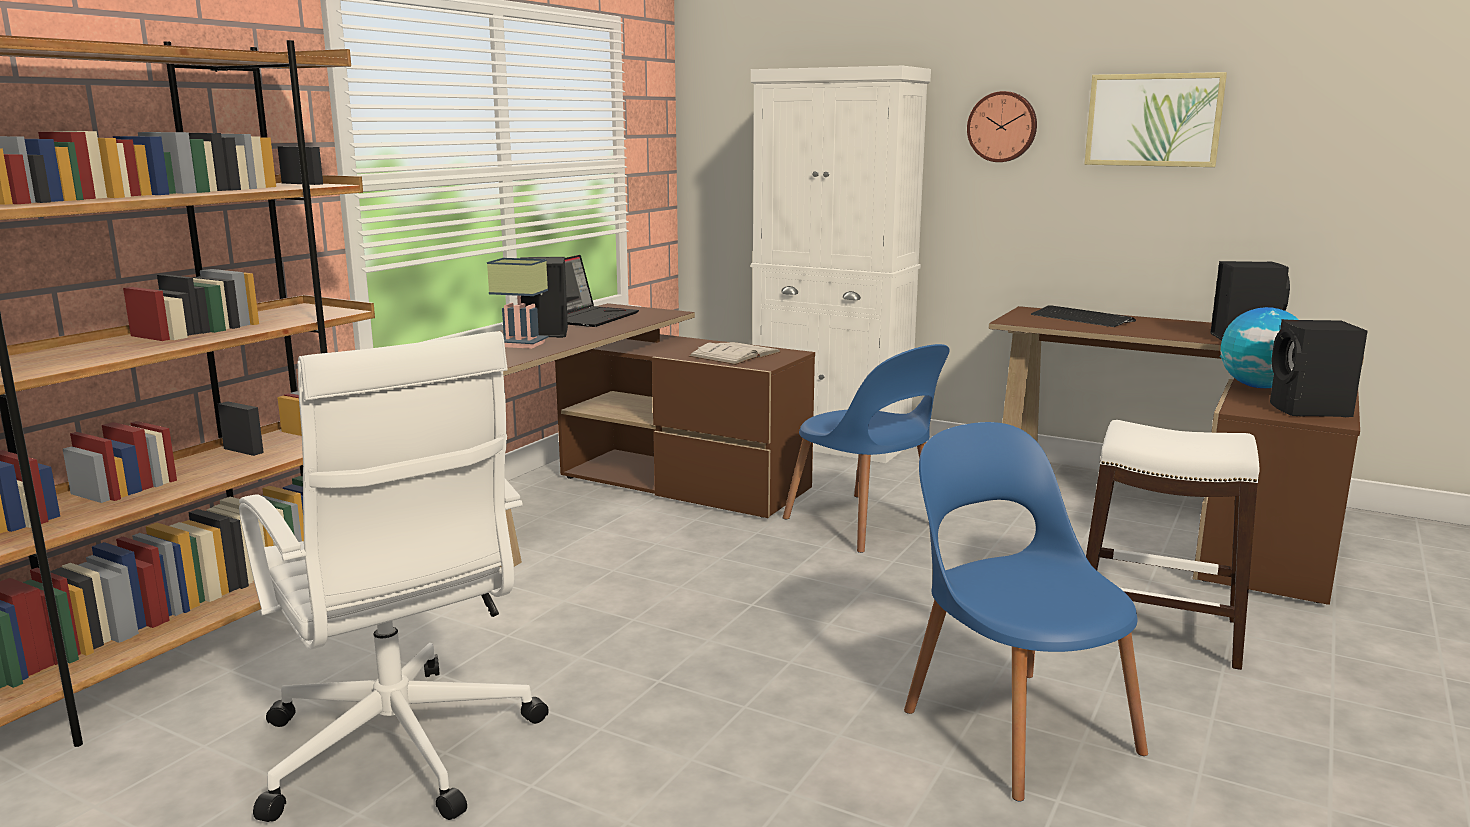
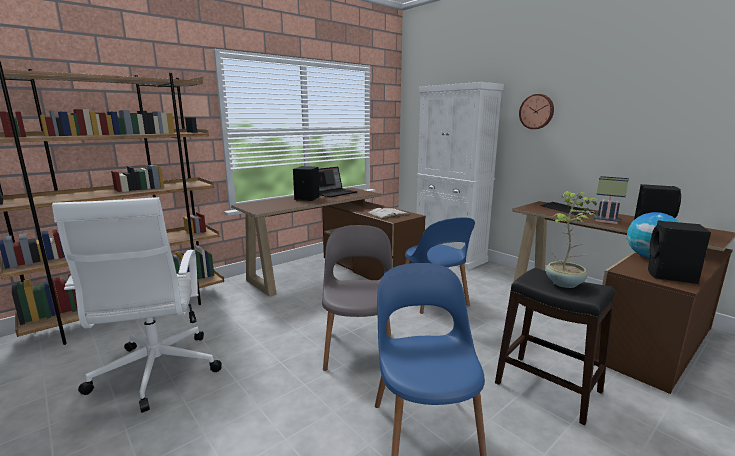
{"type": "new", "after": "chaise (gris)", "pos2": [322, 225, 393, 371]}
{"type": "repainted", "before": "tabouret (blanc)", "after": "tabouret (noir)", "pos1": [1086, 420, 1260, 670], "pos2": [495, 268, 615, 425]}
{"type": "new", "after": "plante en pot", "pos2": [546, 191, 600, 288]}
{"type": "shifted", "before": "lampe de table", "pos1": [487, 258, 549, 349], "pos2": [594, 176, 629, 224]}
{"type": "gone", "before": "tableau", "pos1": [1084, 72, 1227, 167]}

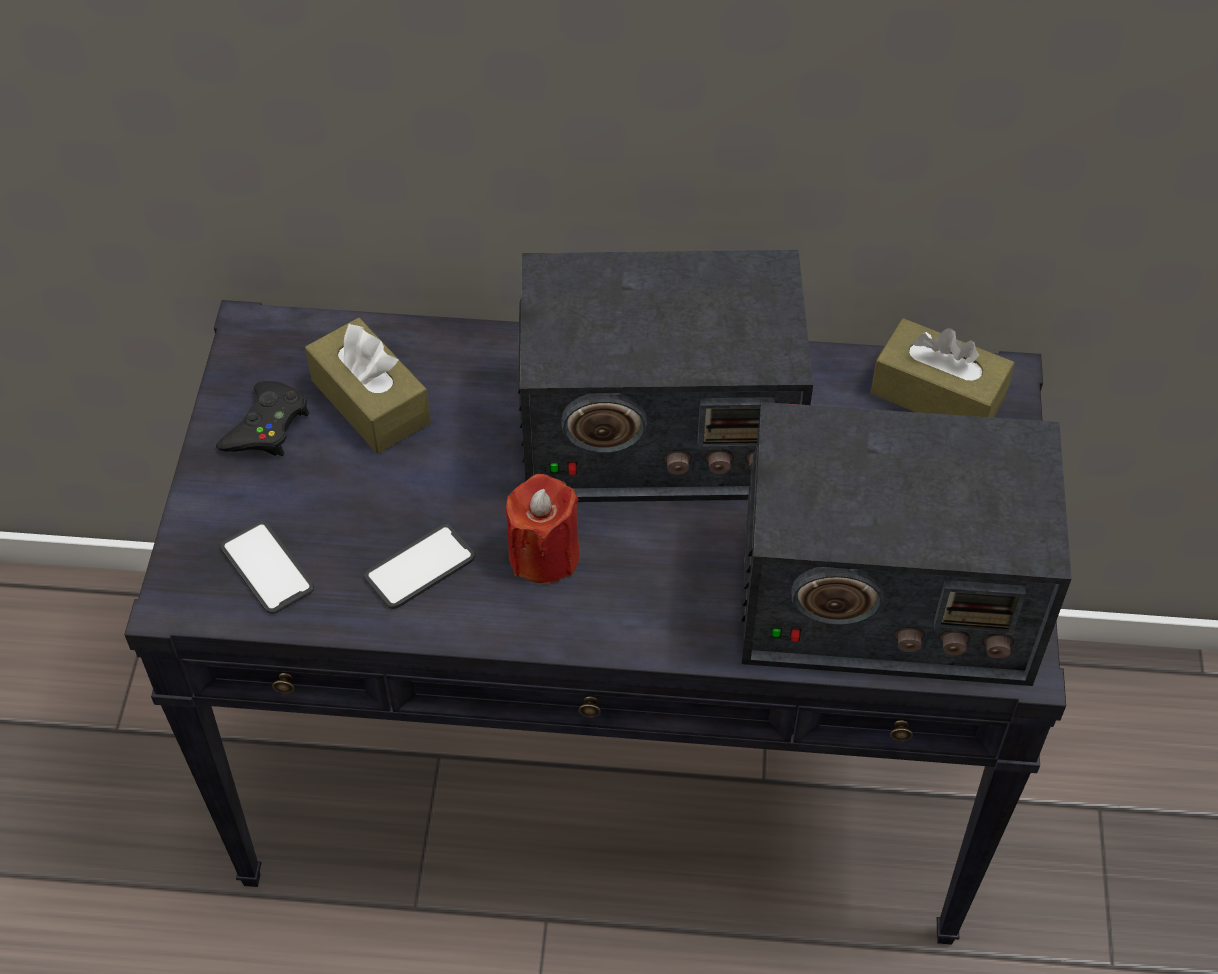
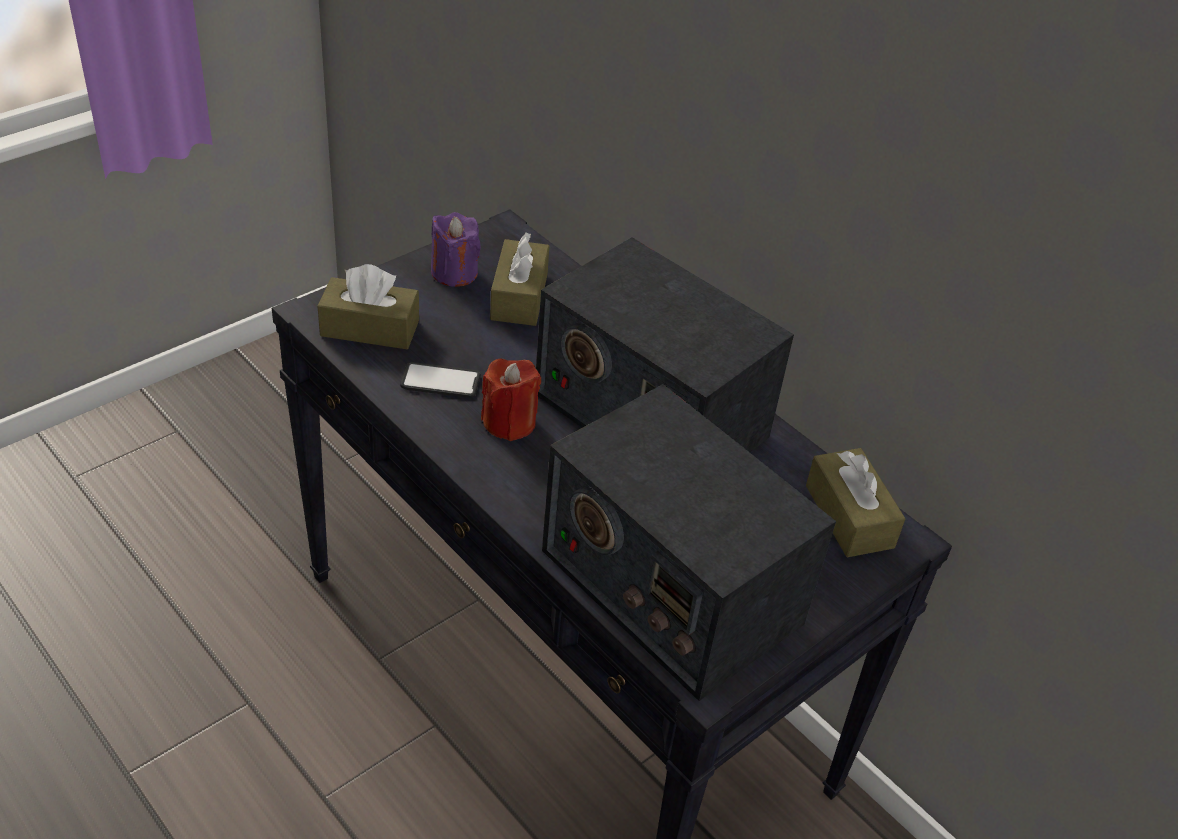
{"type": "swapped", "before": "téléphone", "after": "boîte à mouchoirs (marron)", "pos1": [221, 521, 314, 614], "pos2": [318, 264, 419, 349]}
{"type": "swapped", "before": "manette (noir)", "after": "bougie (violet)", "pos1": [216, 381, 309, 456], "pos2": [431, 212, 481, 287]}

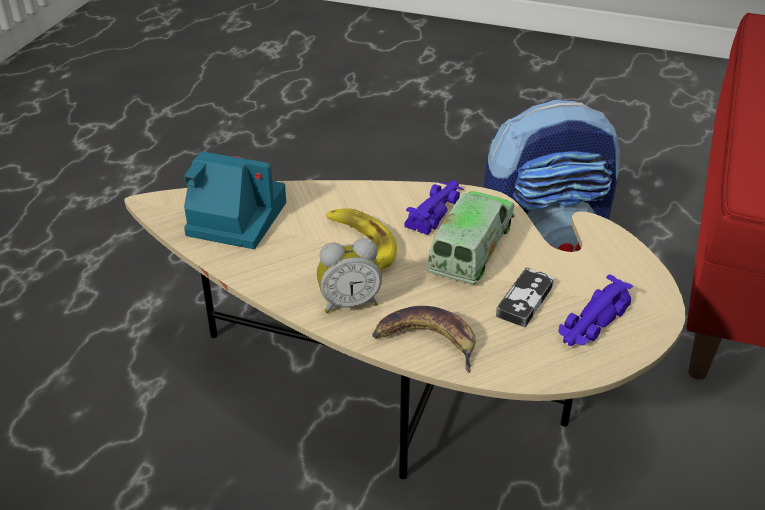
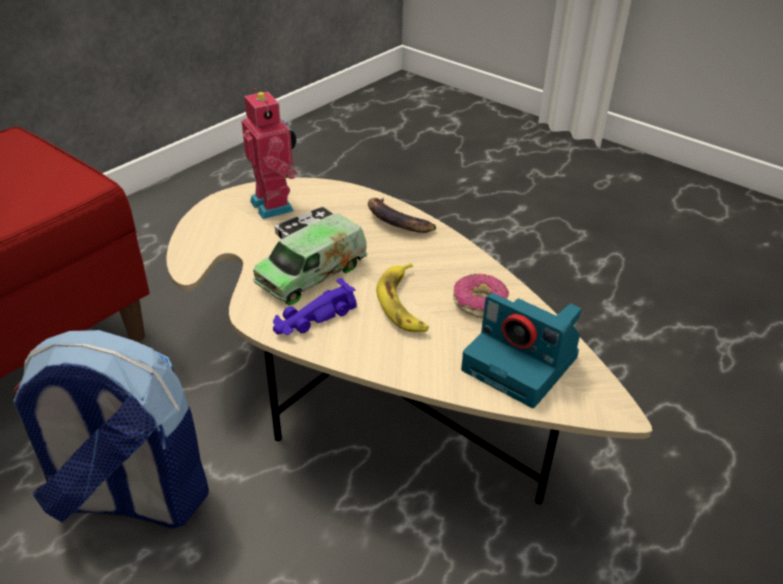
{"type": "swapped", "before": "petite voiture (violet)", "after": "robot jouet", "pos1": [558, 274, 633, 346], "pos2": [241, 88, 297, 219]}
{"type": "new", "after": "beignet", "pos2": [453, 274, 509, 318]}
{"type": "gone", "before": "réveil", "pos1": [317, 238, 382, 313]}

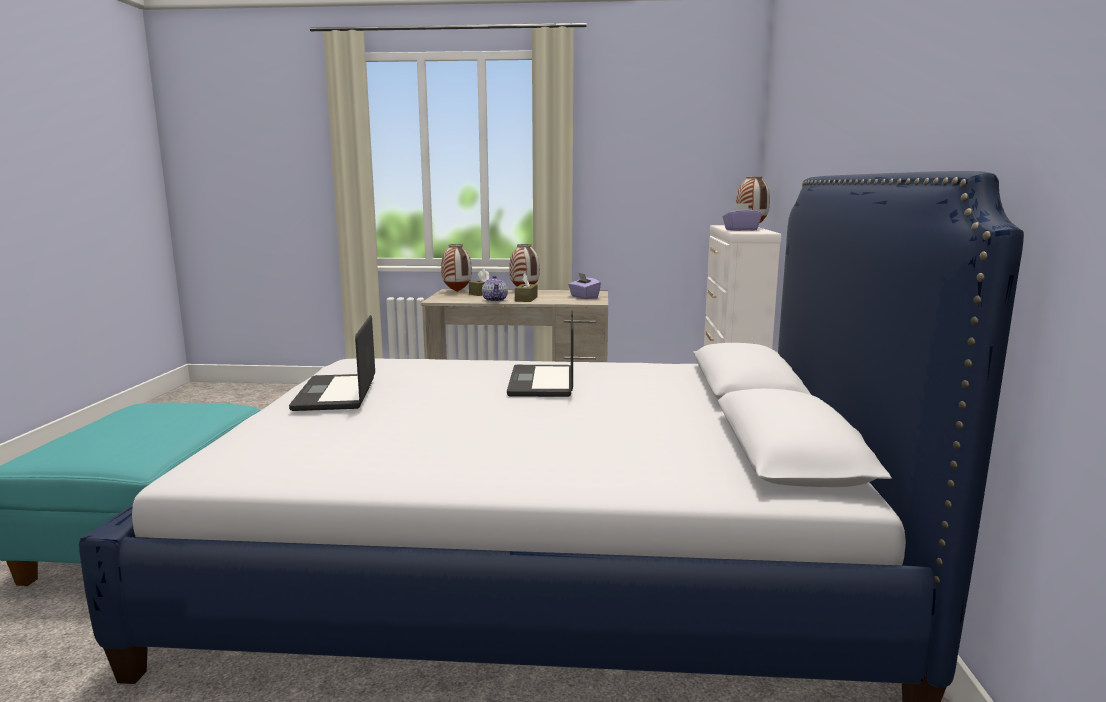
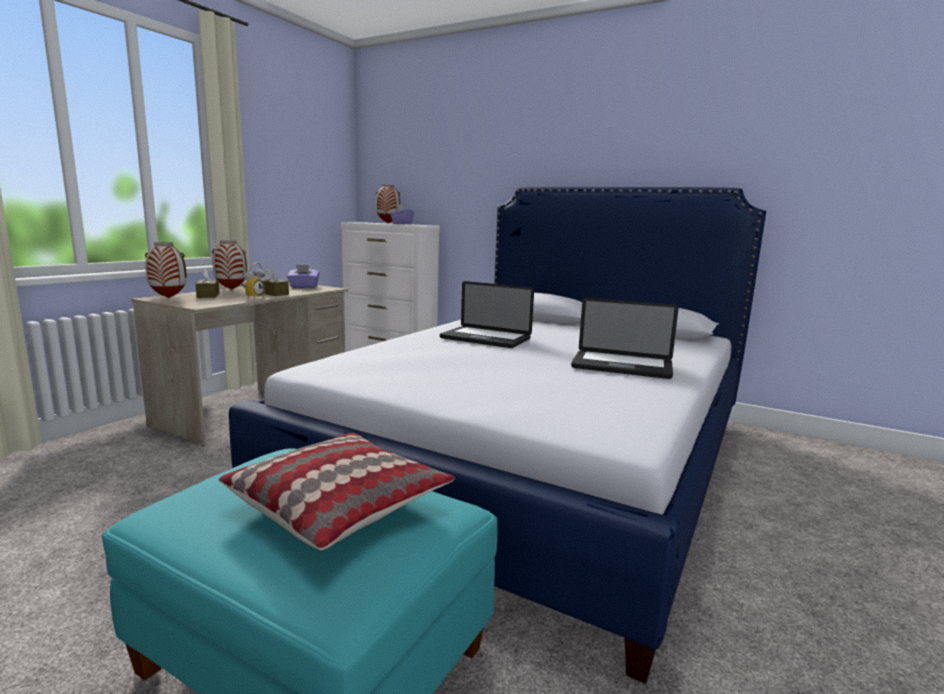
{"type": "new", "after": "coussin", "pos2": [219, 433, 455, 550]}
{"type": "swapped", "before": "théière", "after": "réveil", "pos1": [482, 275, 508, 302], "pos2": [241, 263, 265, 299]}
{"type": "shifted", "before": "ordinateur portable", "pos1": [289, 315, 375, 411], "pos2": [571, 298, 679, 379]}

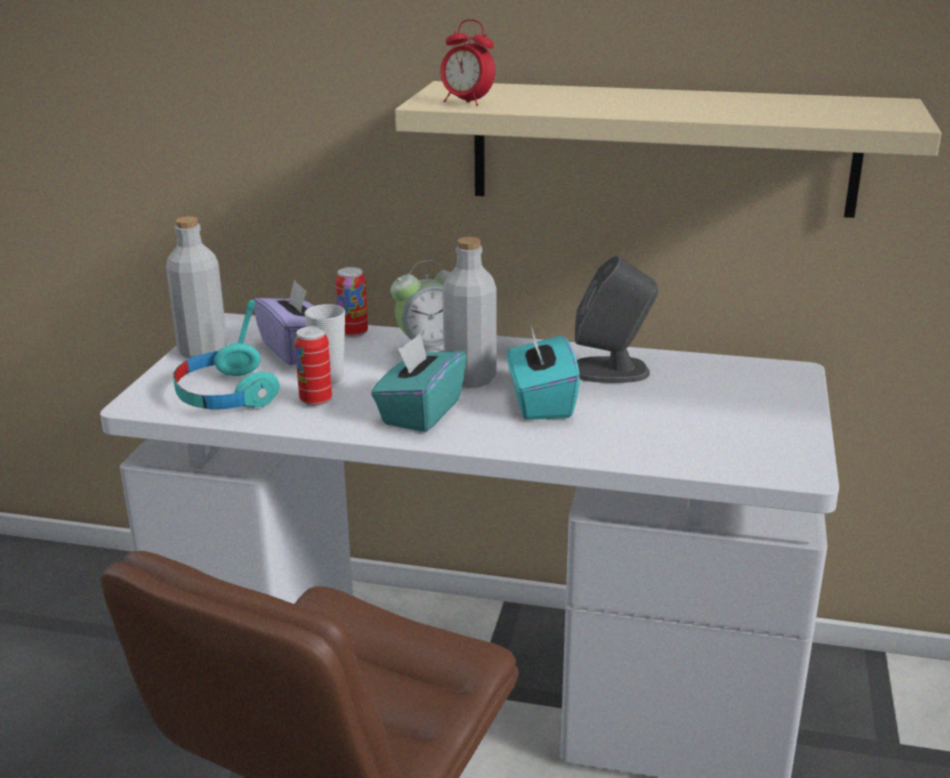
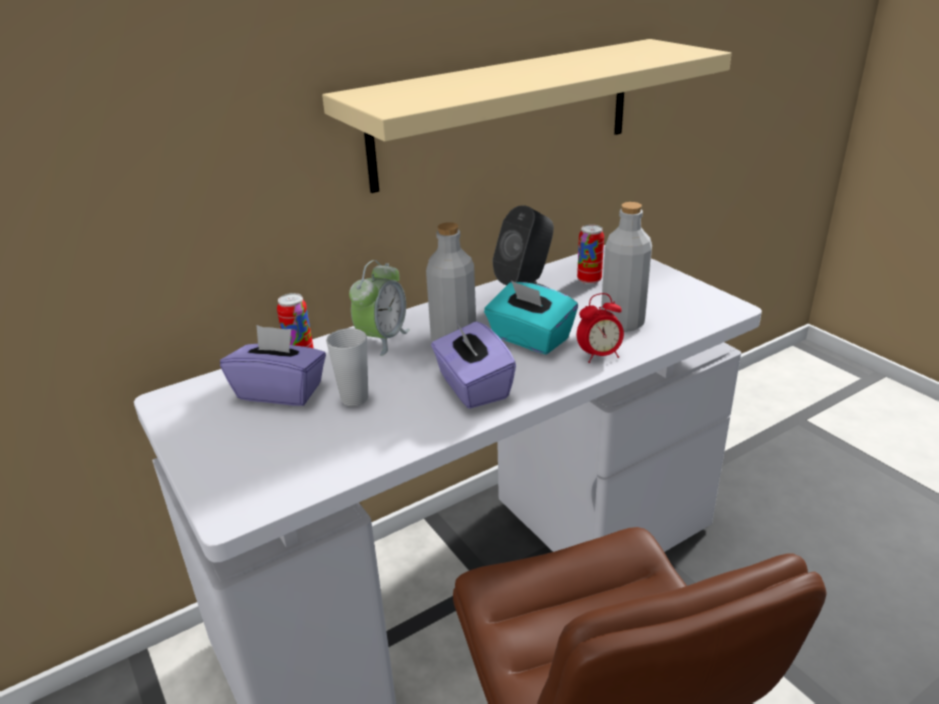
{"type": "repainted", "before": "boîte à mouchoirs (turquoise)", "after": "boîte à mouchoirs (violet)", "pos1": [371, 333, 467, 432], "pos2": [431, 321, 516, 409]}
{"type": "shifted", "before": "boîte métallique", "pos1": [295, 326, 332, 406], "pos2": [577, 224, 604, 284]}
{"type": "shifted", "before": "réveil", "pos1": [441, 19, 495, 106], "pos2": [577, 293, 624, 363]}
{"type": "shifted", "before": "bouteille (gris)", "pos1": [166, 217, 227, 358], "pos2": [601, 202, 652, 332]}
{"type": "gone", "before": "casque audio (turquoise)", "pos1": [173, 300, 280, 409]}

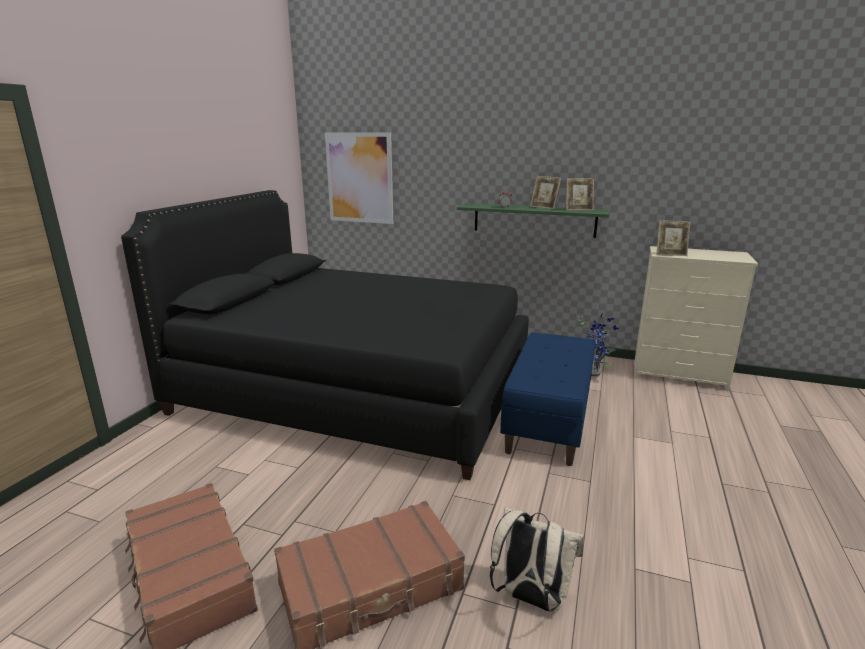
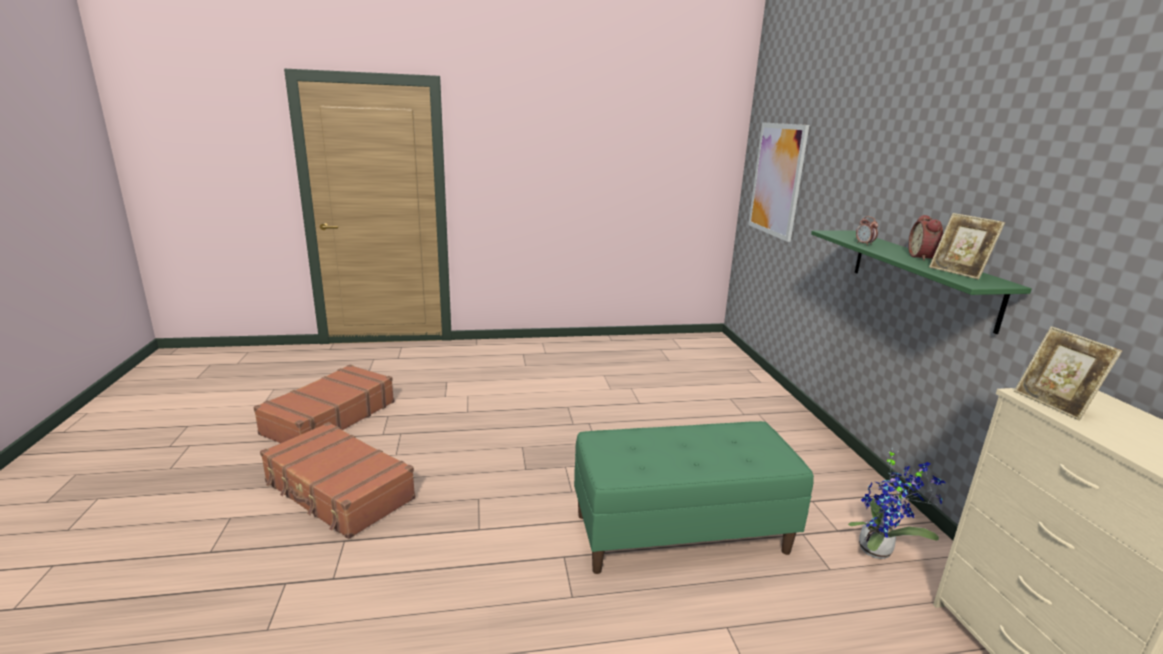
{"type": "repainted", "before": "banc (bleu)", "after": "banc (vert)", "pos1": [500, 332, 595, 466], "pos2": [574, 421, 814, 574]}
{"type": "swapped", "before": "cadre photo", "after": "réveil", "pos1": [530, 176, 561, 209], "pos2": [908, 215, 943, 261]}
{"type": "gone", "before": "lit (noir)", "pos1": [121, 190, 529, 480]}
{"type": "gone", "before": "sac à dos (beige)", "pos1": [490, 507, 584, 613]}

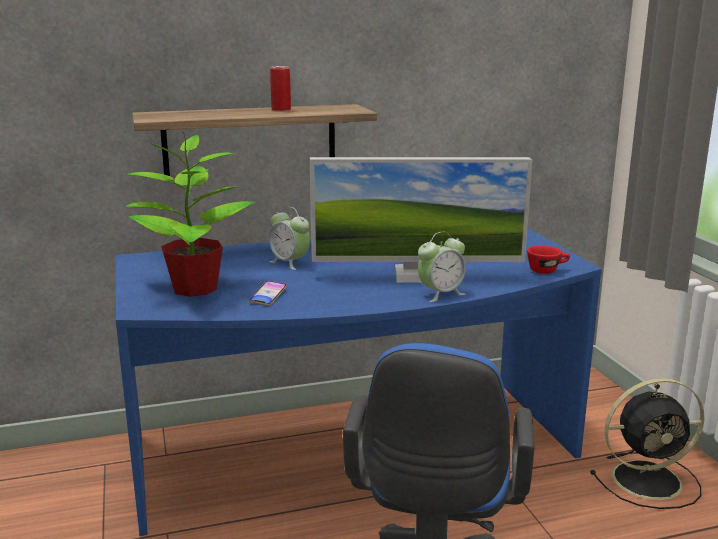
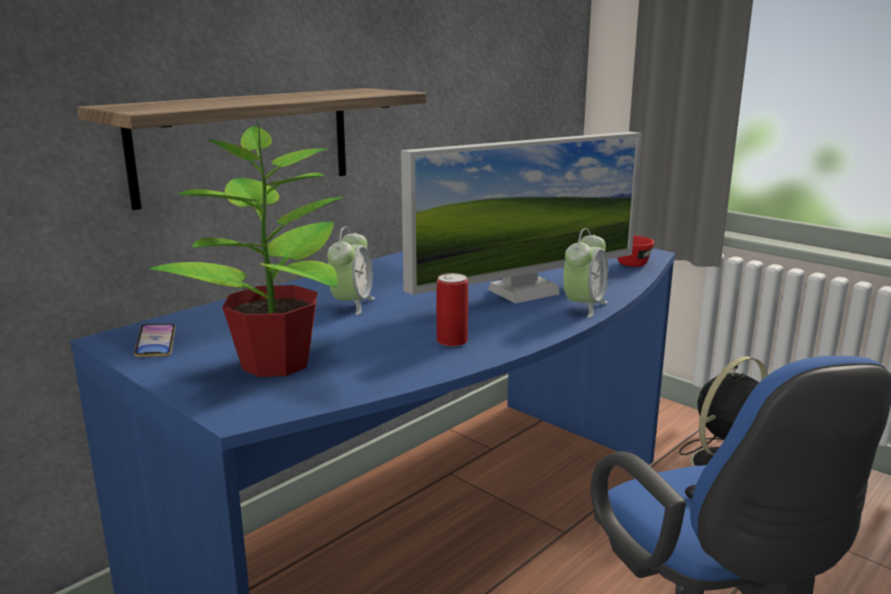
{"type": "shifted", "before": "téléphone", "pos1": [249, 281, 287, 306], "pos2": [134, 324, 175, 357]}
{"type": "rotated", "before": "réveil", "pos1": [269, 207, 310, 270], "pos2": [327, 227, 375, 315], "turn": -90}
{"type": "shifted", "before": "boîte métallique", "pos1": [270, 66, 291, 112], "pos2": [436, 273, 468, 347]}

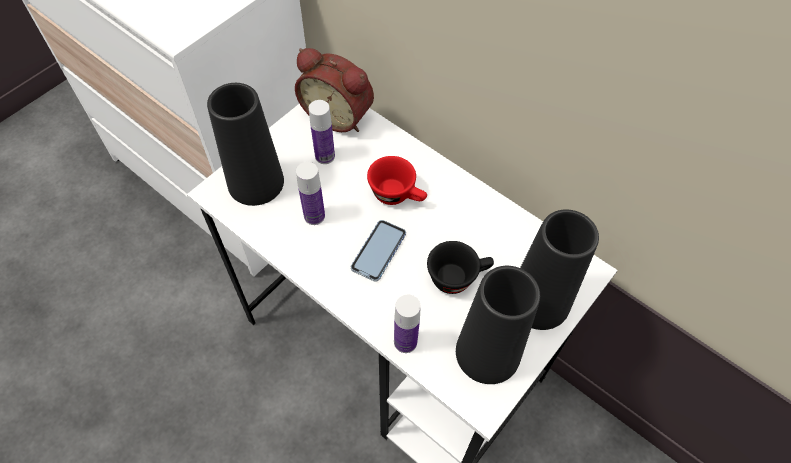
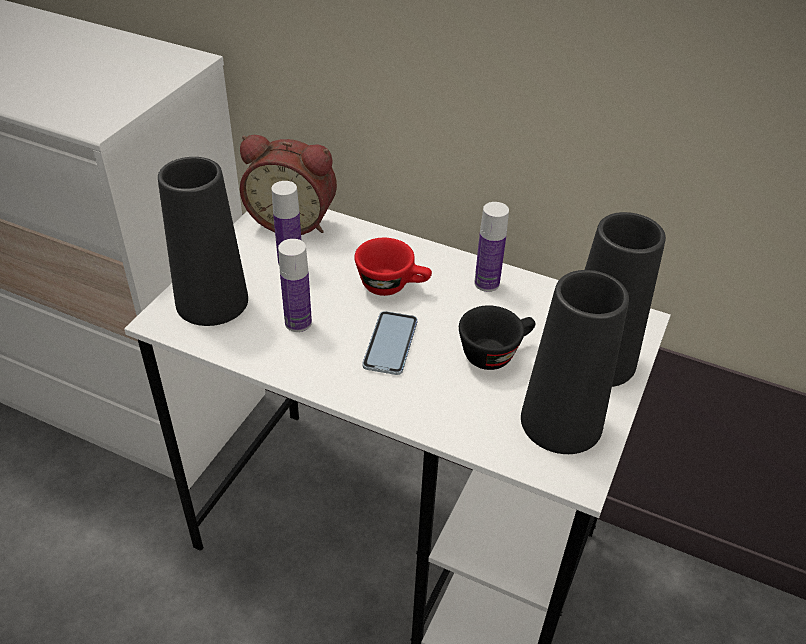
{"type": "shifted", "before": "bouteille", "pos1": [394, 295, 421, 353], "pos2": [474, 202, 509, 292]}

